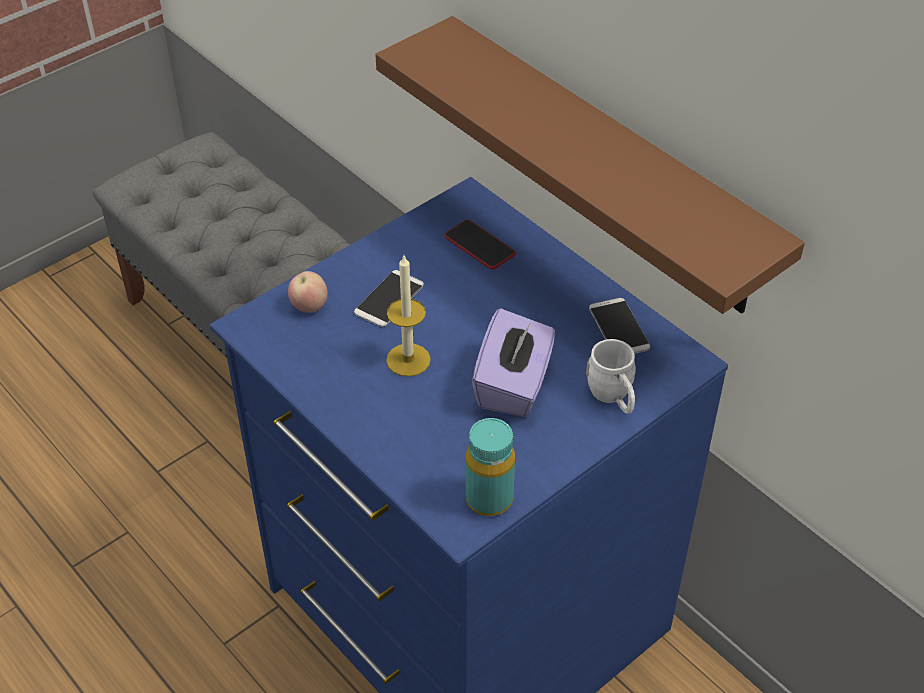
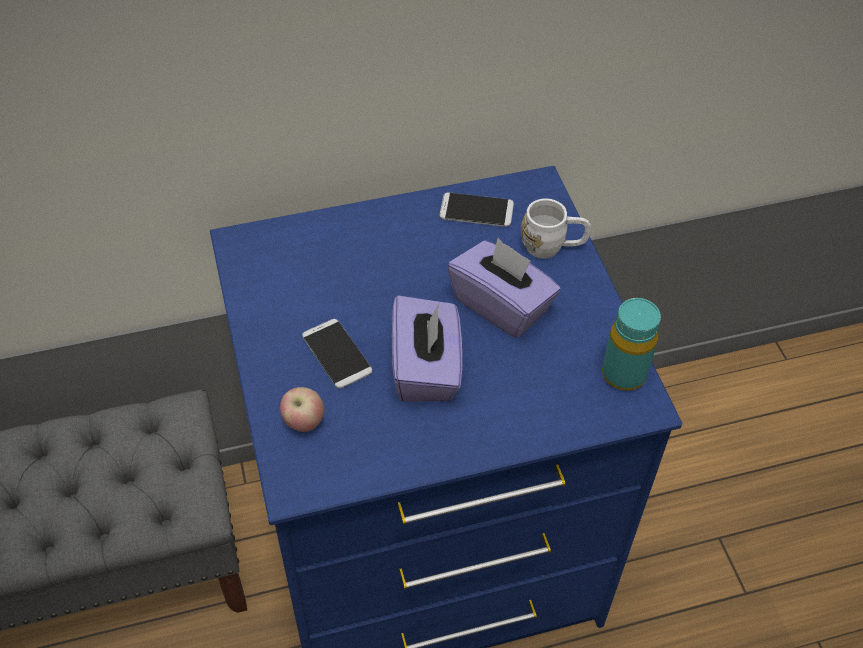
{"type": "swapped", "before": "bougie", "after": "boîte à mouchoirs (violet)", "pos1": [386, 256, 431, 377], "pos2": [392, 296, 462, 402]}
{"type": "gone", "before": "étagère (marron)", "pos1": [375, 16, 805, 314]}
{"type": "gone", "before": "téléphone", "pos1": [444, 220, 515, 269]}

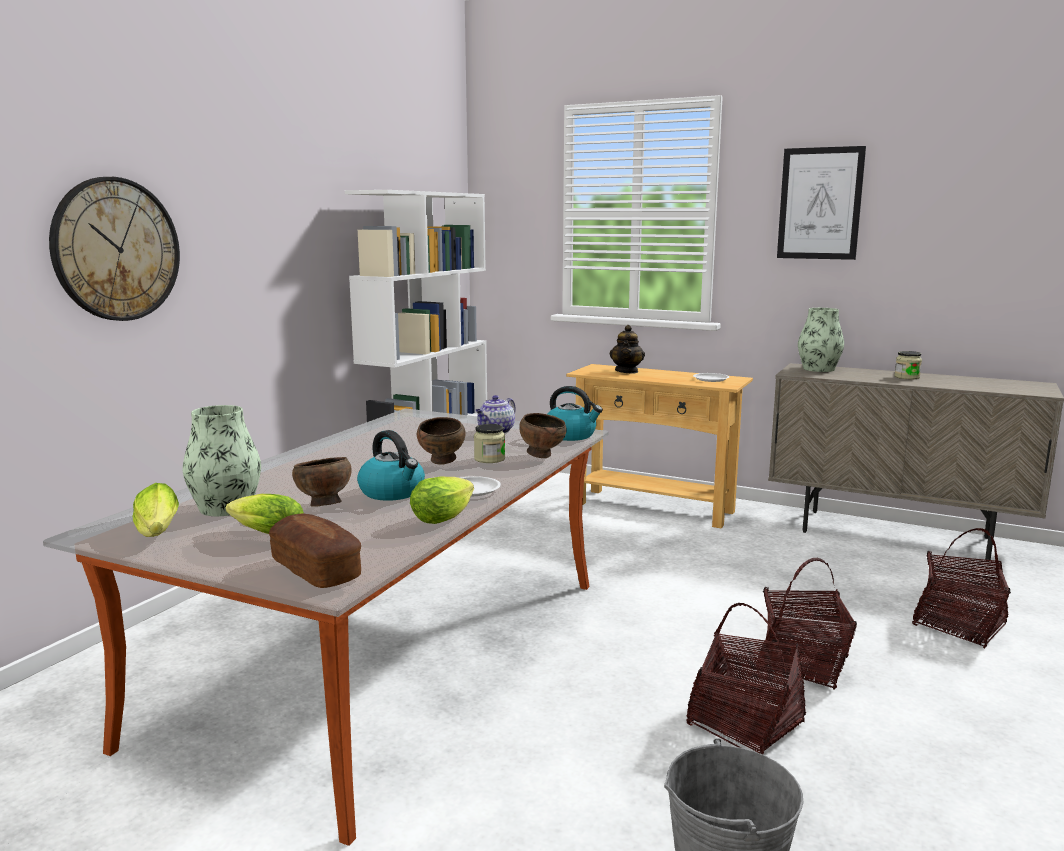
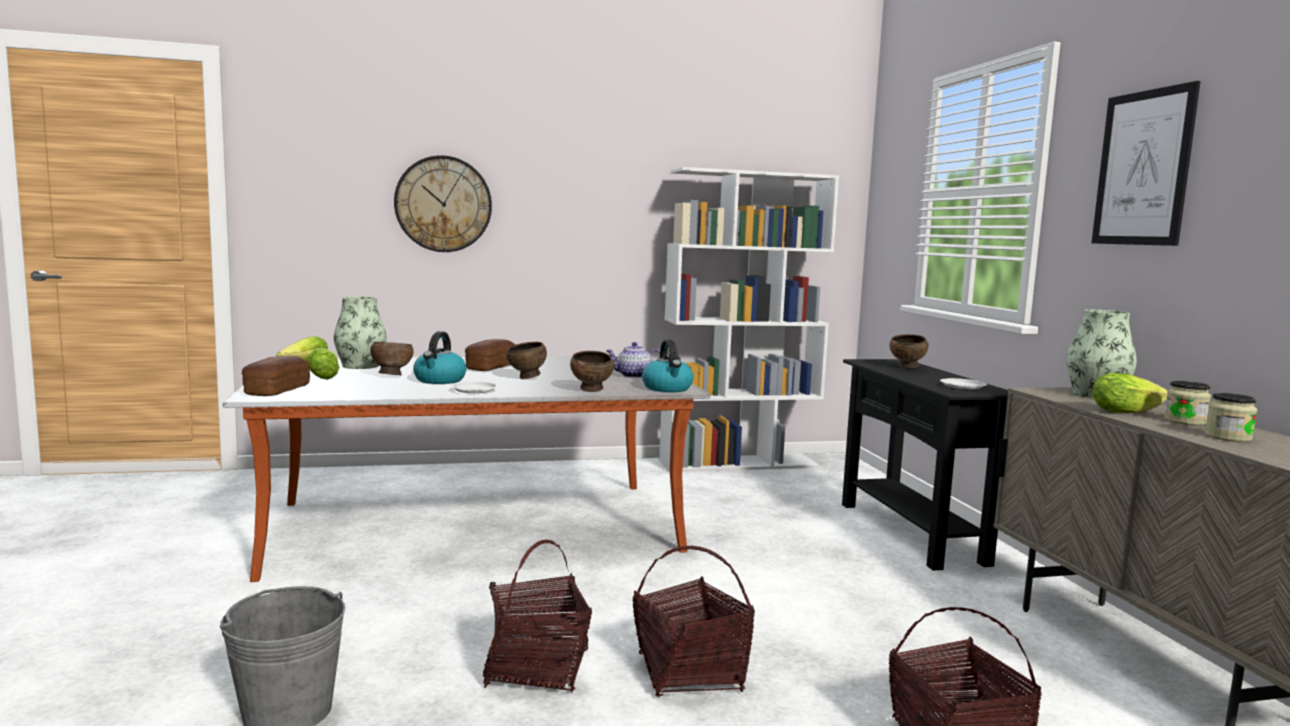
{"type": "new", "after": "pain", "pos2": [465, 339, 515, 371]}
{"type": "repainted", "before": "table console (beige)", "after": "table console (noir)", "pos1": [566, 364, 753, 528], "pos2": [842, 359, 1008, 571]}
{"type": "swapped", "before": "théière", "after": "bol (marron)", "pos1": [609, 325, 645, 373], "pos2": [890, 334, 929, 369]}
{"type": "shifted", "before": "laitue", "pos1": [410, 476, 474, 524], "pos2": [1092, 373, 1167, 413]}
{"type": "shifted", "before": "bocal", "pos1": [474, 424, 505, 463], "pos2": [1205, 393, 1257, 442]}

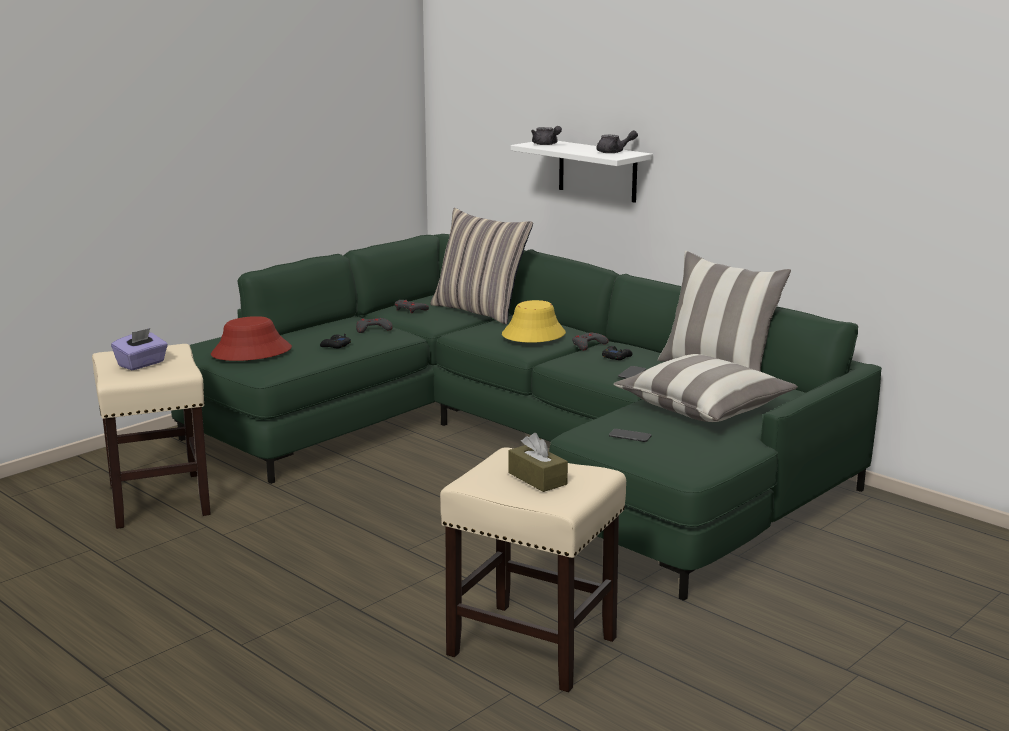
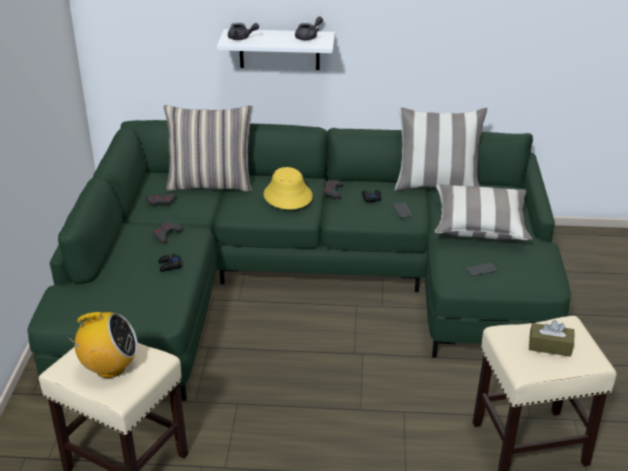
{"type": "swapped", "before": "boîte à mouchoirs (violet)", "after": "radio", "pos1": [111, 328, 168, 370], "pos2": [66, 312, 138, 378]}
{"type": "gone", "before": "chapeau (rouge)", "pos1": [211, 316, 292, 361]}

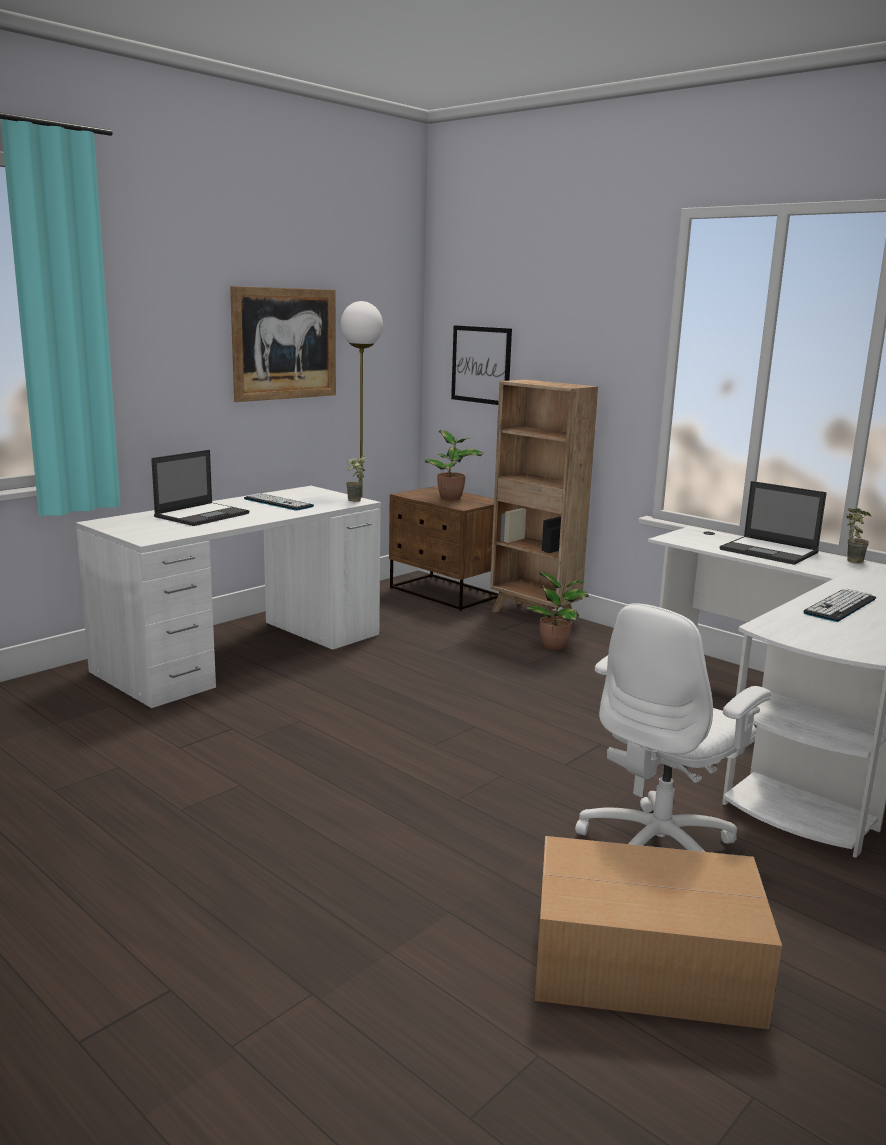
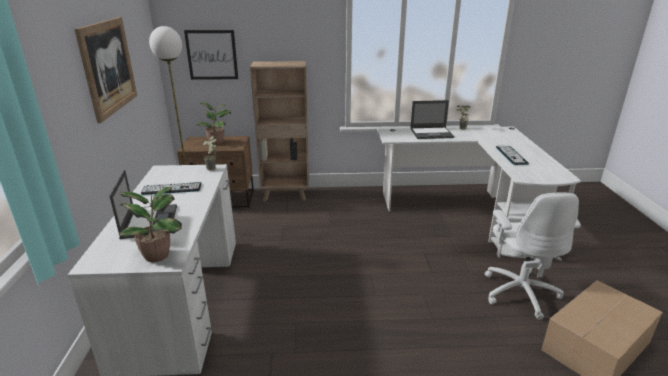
{"type": "shifted", "before": "plante en pot", "pos1": [526, 572, 589, 650], "pos2": [119, 187, 182, 262]}

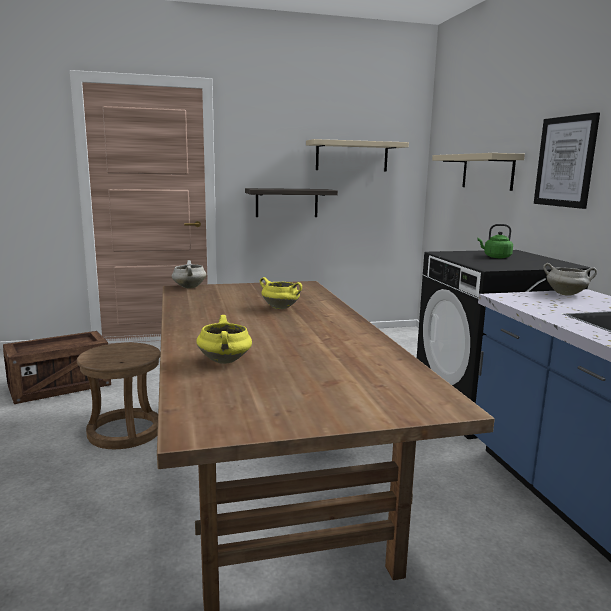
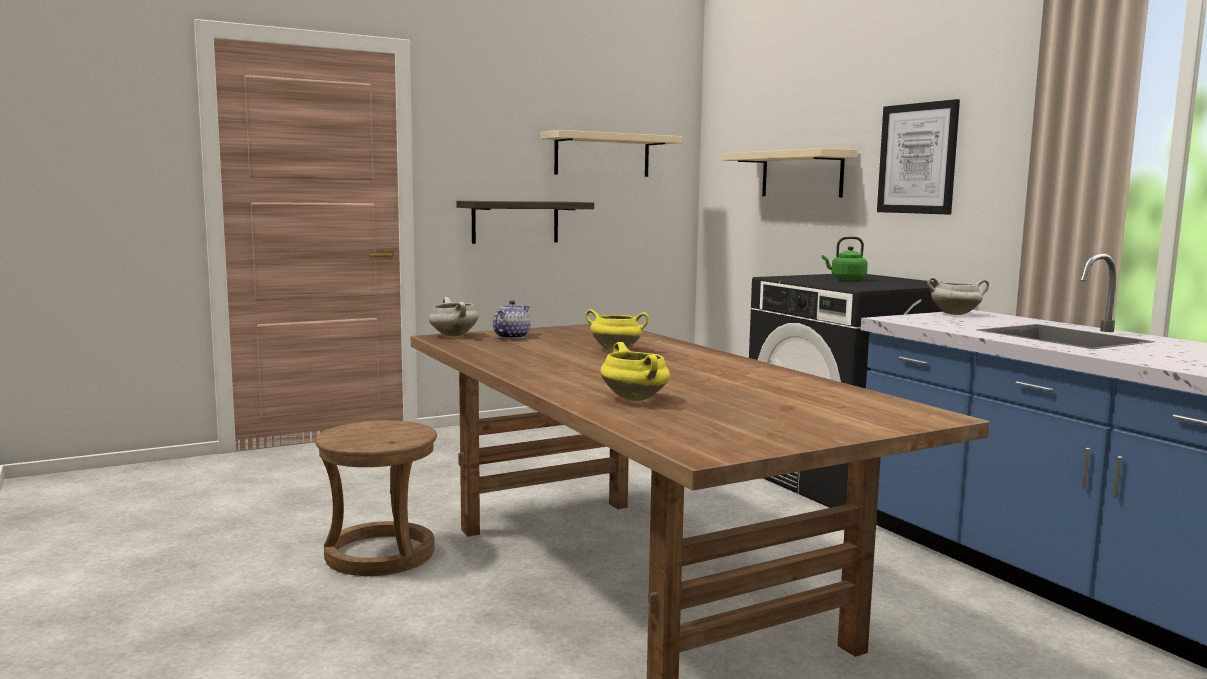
{"type": "new", "after": "théière", "pos2": [493, 300, 531, 339]}
{"type": "gone", "before": "caisse", "pos1": [3, 331, 111, 404]}

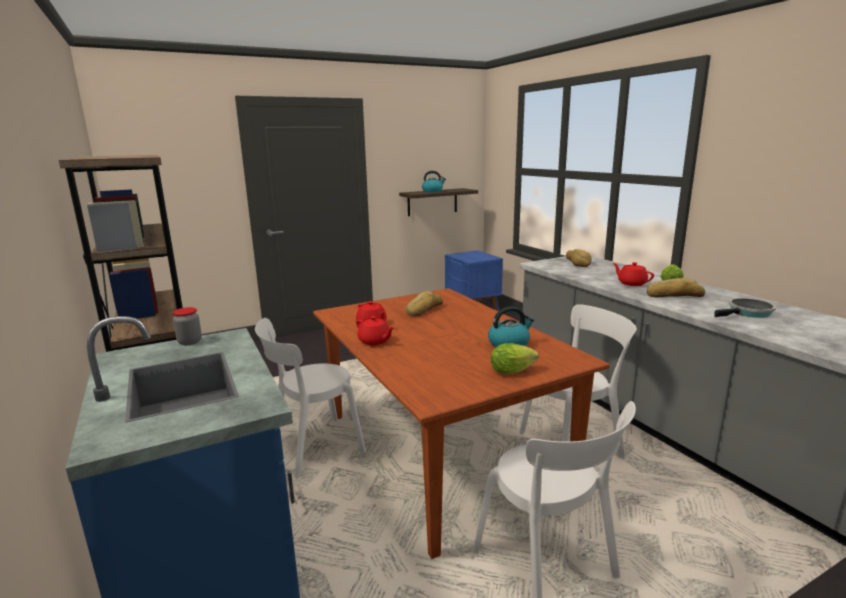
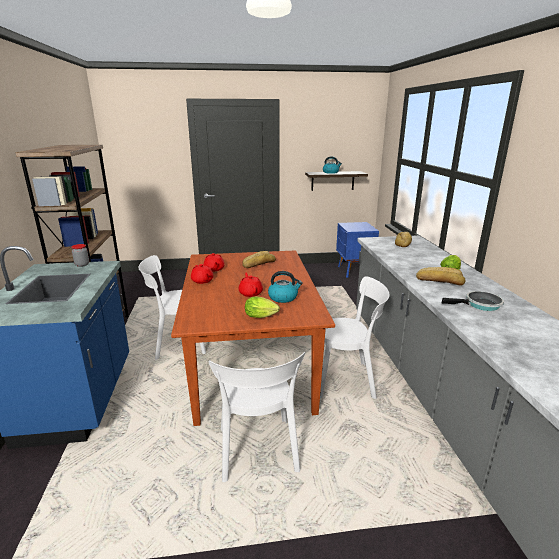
{"type": "shifted", "before": "théière (rouge)", "pos1": [613, 262, 654, 286], "pos2": [239, 273, 263, 297]}

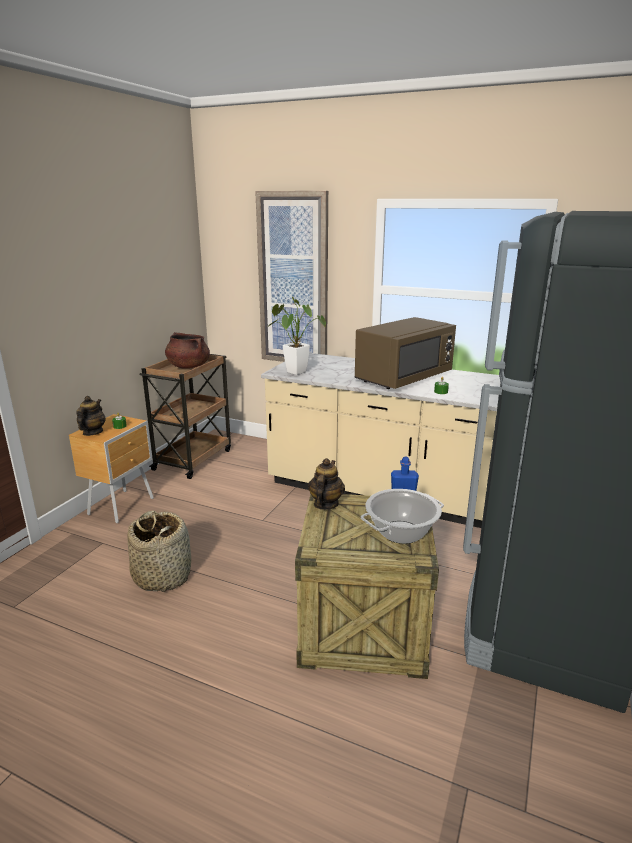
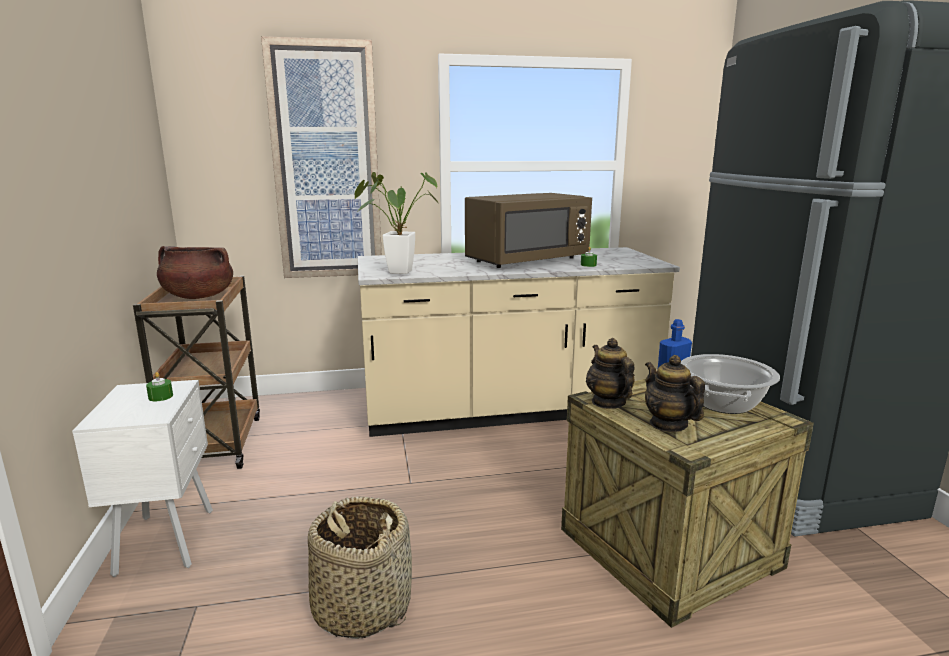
{"type": "repainted", "before": "table de chevet (marron)", "after": "table de chevet (blanc)", "pos1": [69, 414, 154, 523], "pos2": [72, 380, 213, 577]}
{"type": "rotated", "before": "micro-ondes (marron)", "pos1": [355, 317, 456, 389], "pos2": [465, 193, 592, 268], "turn": 45}
{"type": "shifted", "before": "théière", "pos1": [77, 396, 106, 436], "pos2": [645, 355, 705, 432]}

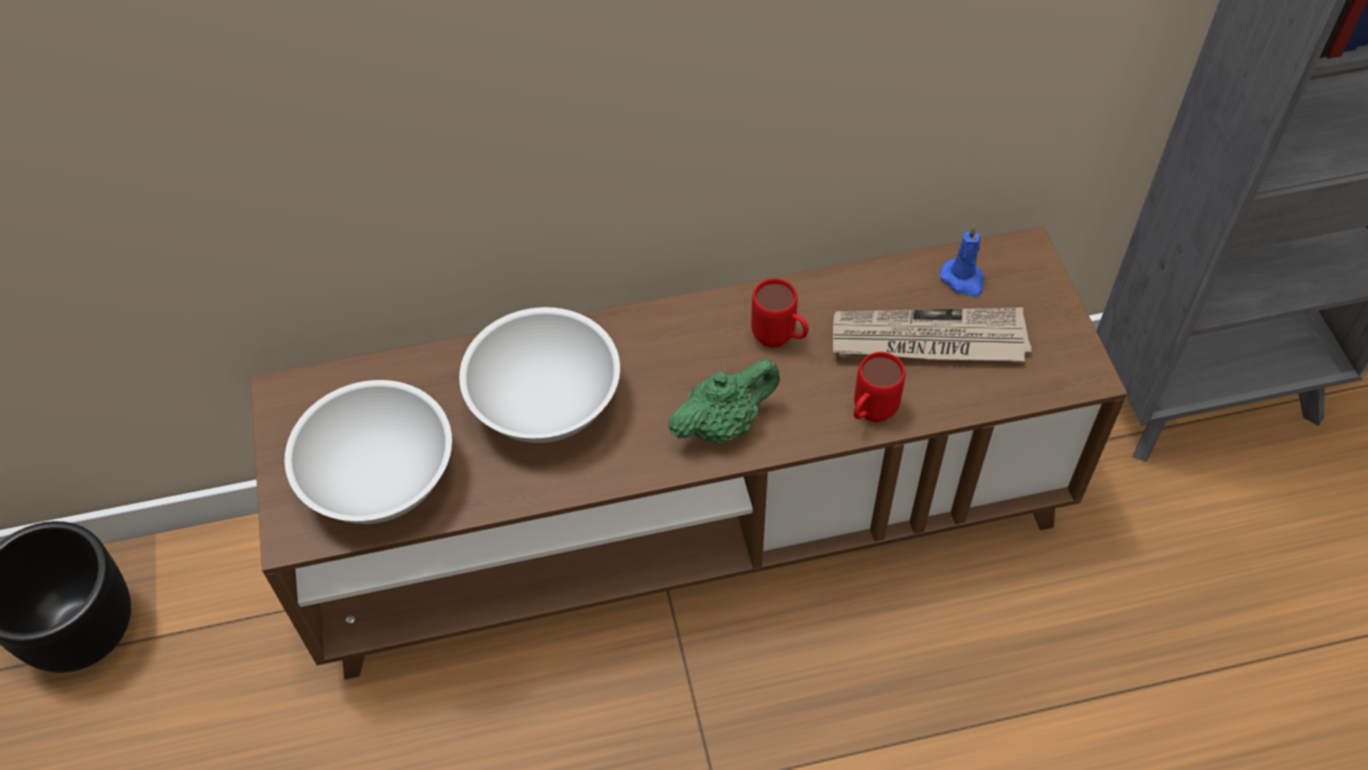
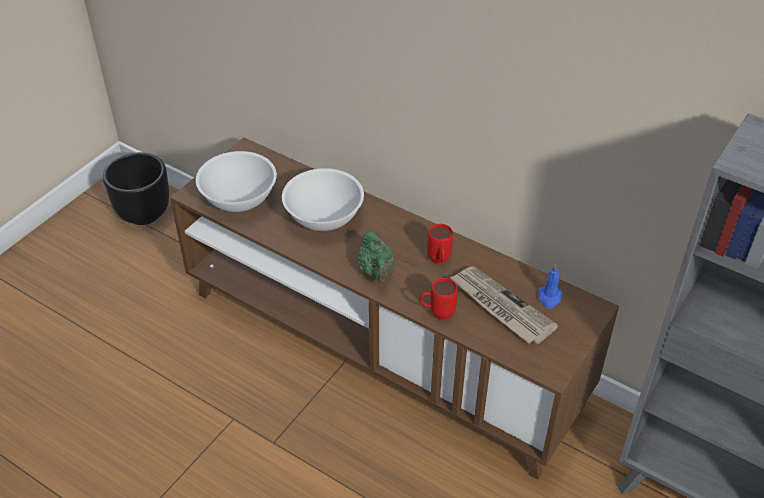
{"type": "rotated", "before": "théière (vert)", "pos1": [668, 359, 780, 443], "pos2": [357, 231, 395, 283], "turn": 60}

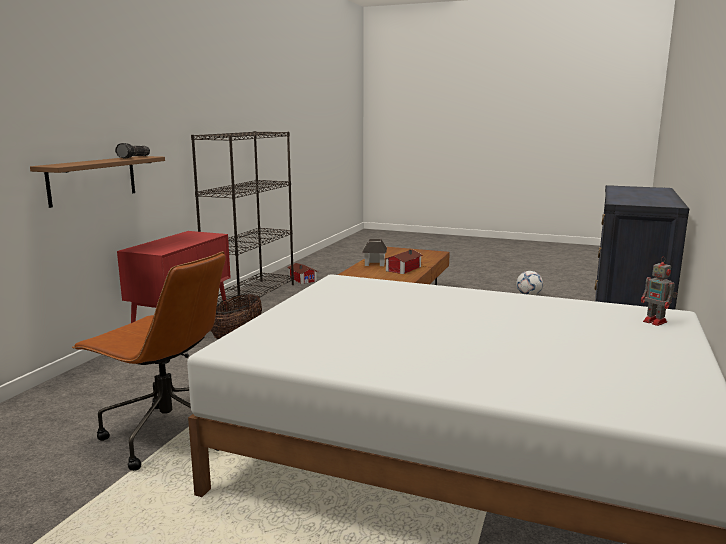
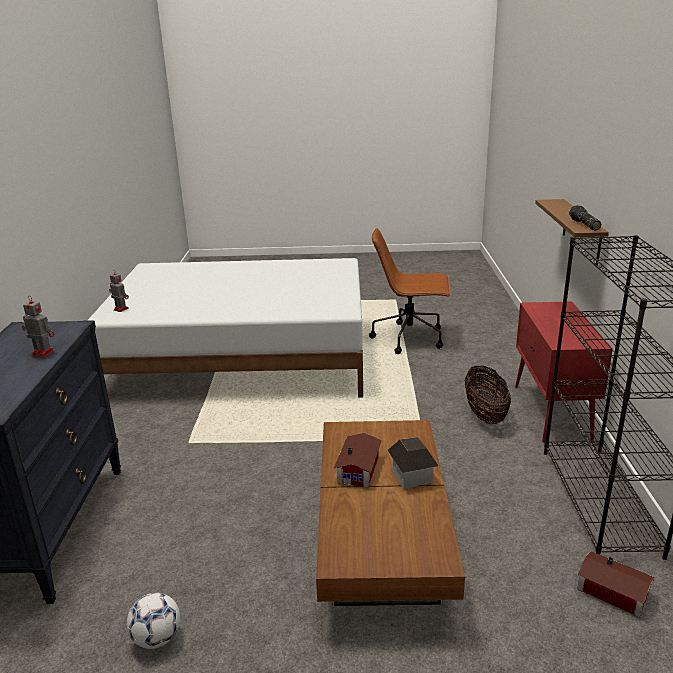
{"type": "new", "after": "robot jouet", "pos2": [22, 296, 55, 357]}

